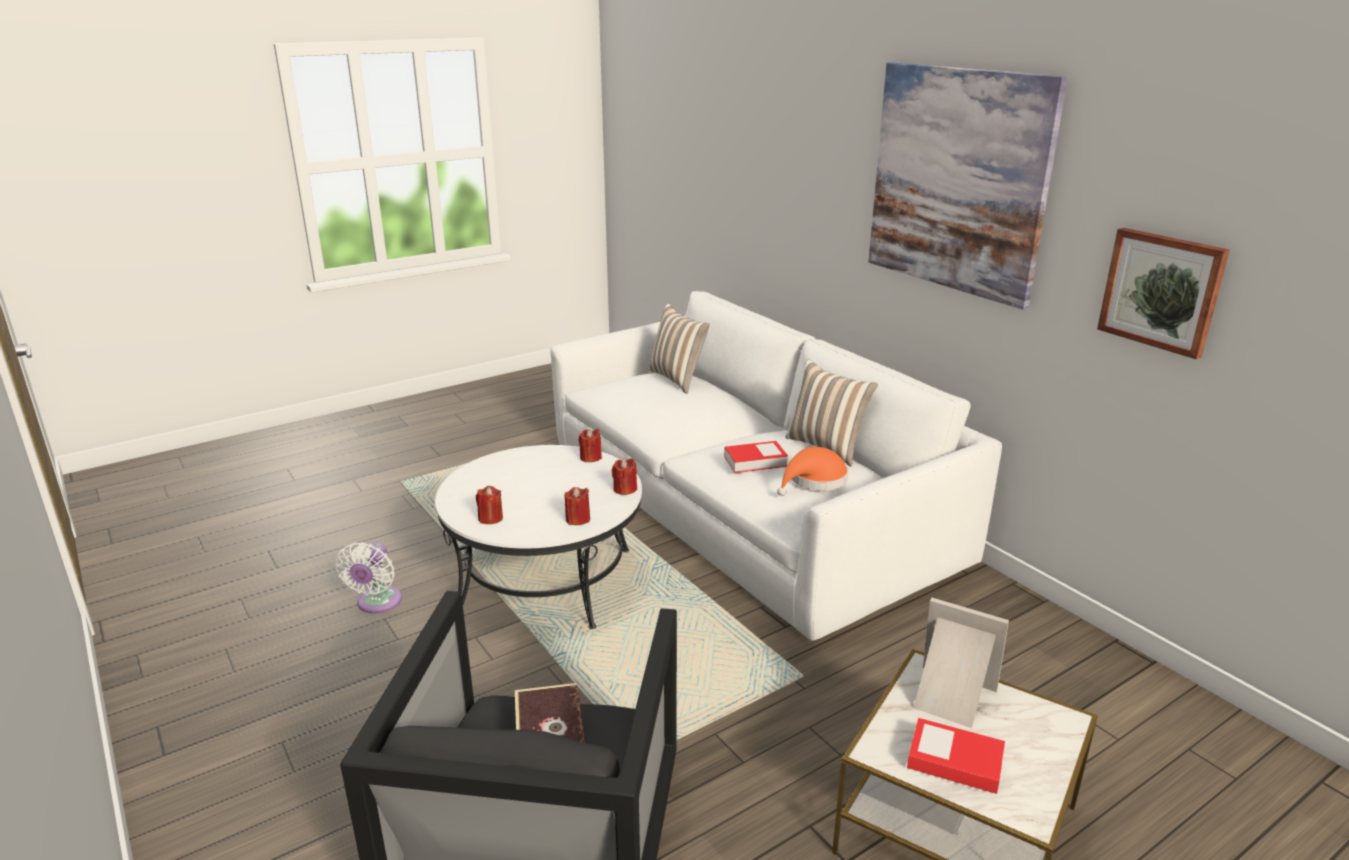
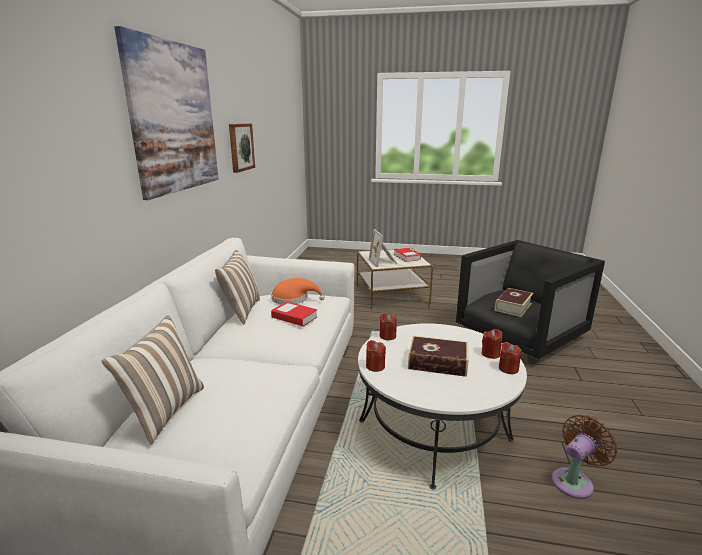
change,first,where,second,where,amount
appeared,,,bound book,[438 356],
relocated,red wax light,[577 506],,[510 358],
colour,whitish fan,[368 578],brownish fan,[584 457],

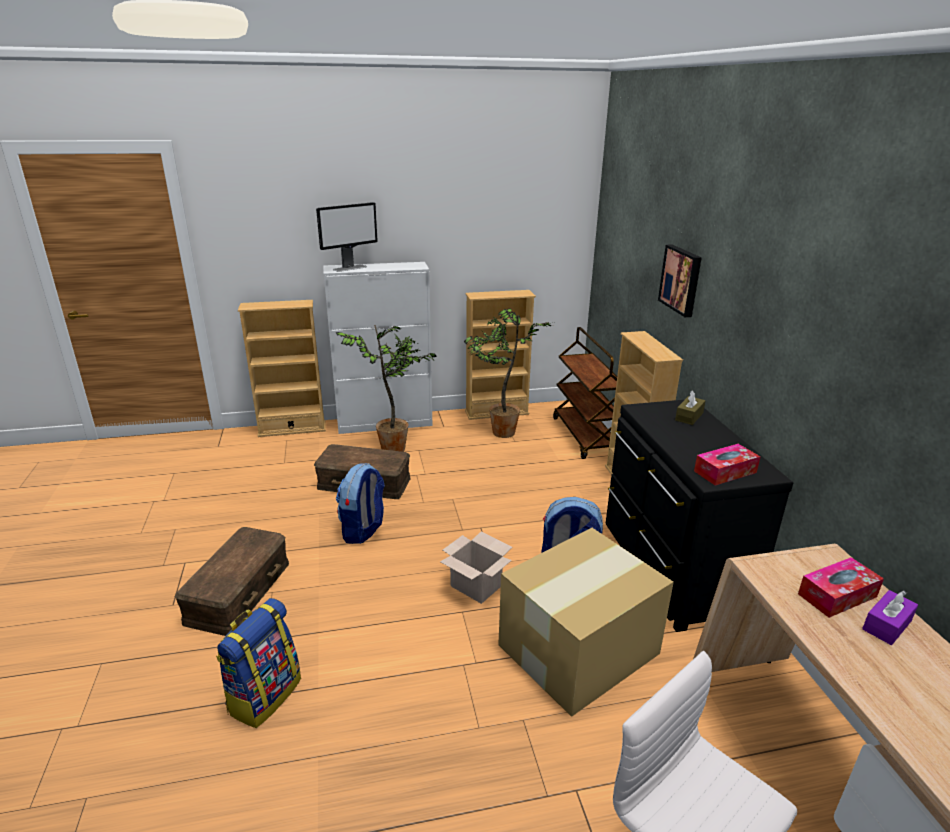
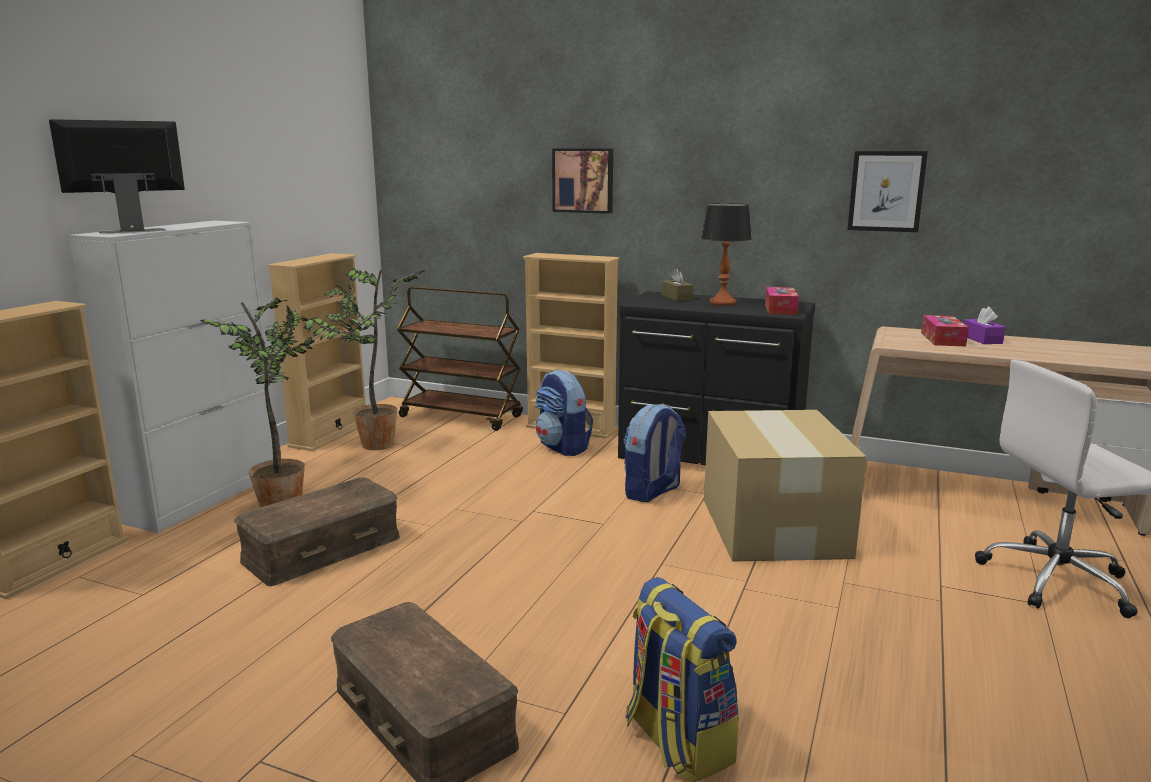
change,first,where,second,where,amount
spun,computer screen,[347 237],,[117 176],120 degrees counterclockwise
relocated,knapsack,[360 503],,[564 413],
appeared,,,table lamp,[726 254],
appeared,,,picture,[887 191],
missing,packing box,[476 567],,,

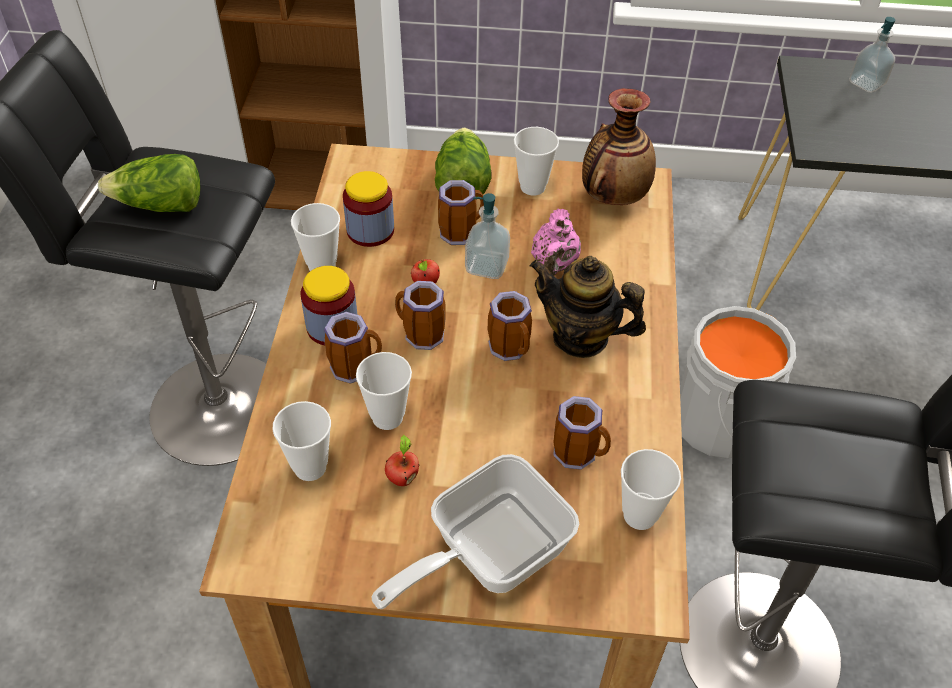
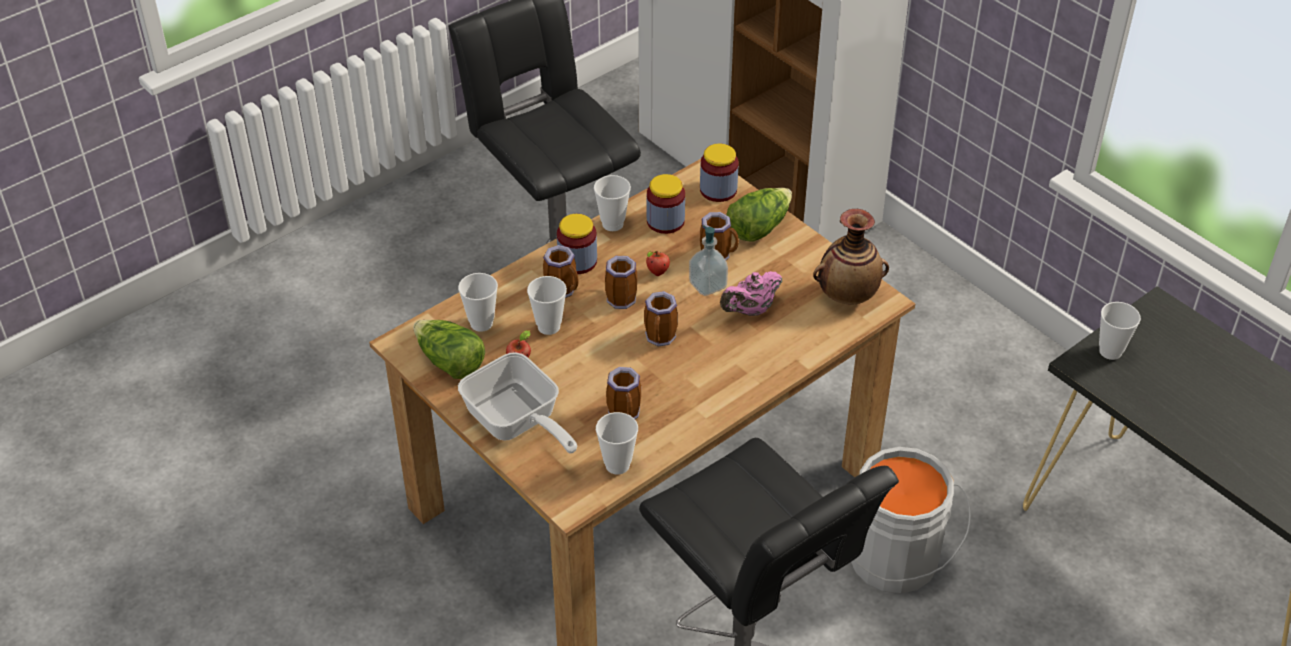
change,first,where,second,where,amount
relocated,lettuce,[149 183],,[449 349],
spun,pan,[475 531],,[517 402],135 degrees counterclockwise
appeared,,,jar,[719 173],
relocated,cup,[536 161],,[1120 331],
missing,teapot,[588 307],,,
missing,liquid soap bottle,[872 55],,,

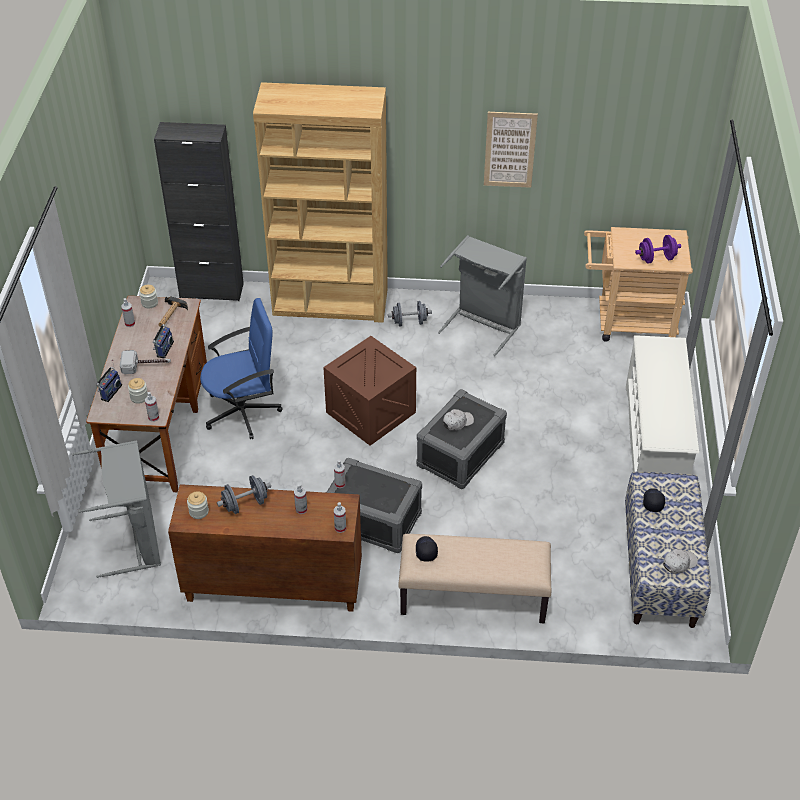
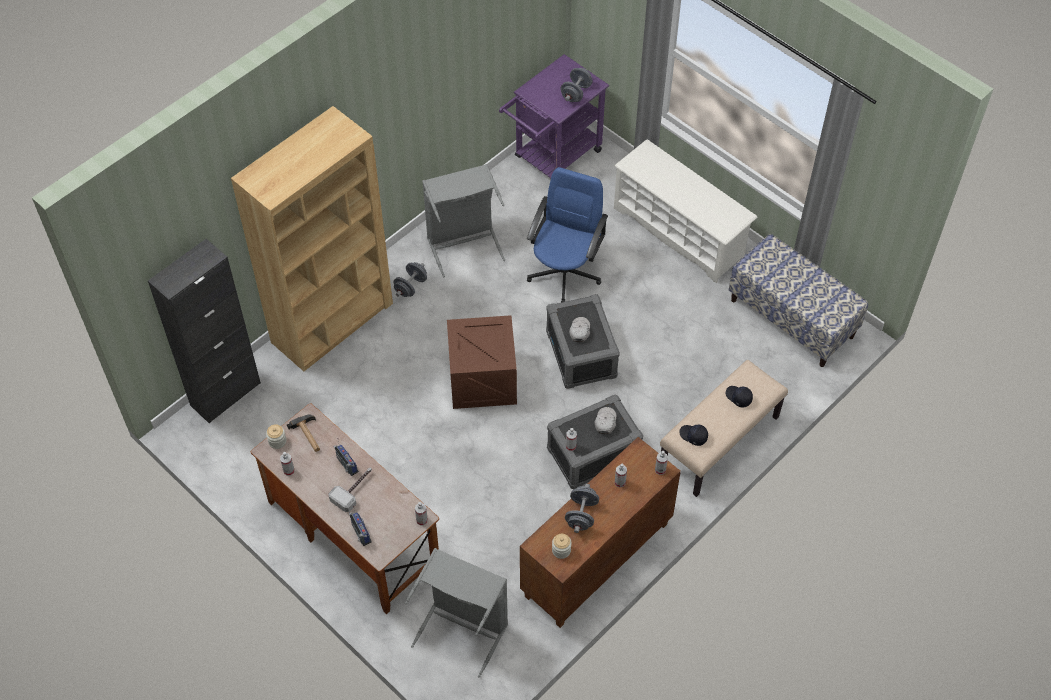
change,first,where,second,where,amount
colour,sand-coloured trolley,[638 284],purplish trolley,[554 116],
relocated,bluish desk chair,[241 368],,[567 235],
colour,purplish dumbbell,[658 249],grey dumbbell,[577 85],
relocated,whitish peaked cap,[680 561],,[605 420],
relocated,black-coloured peaked cap,[654 500],,[739 397],
missing,jar,[138 391],,,
missing,picture,[511 150],,,

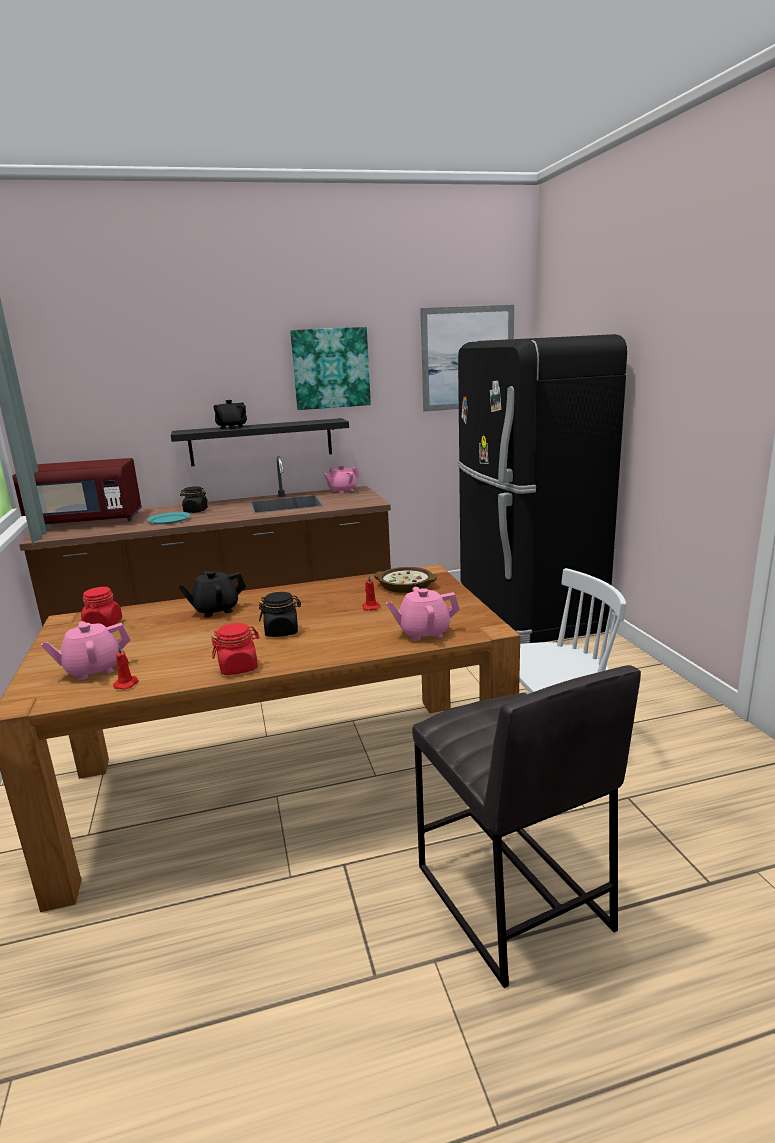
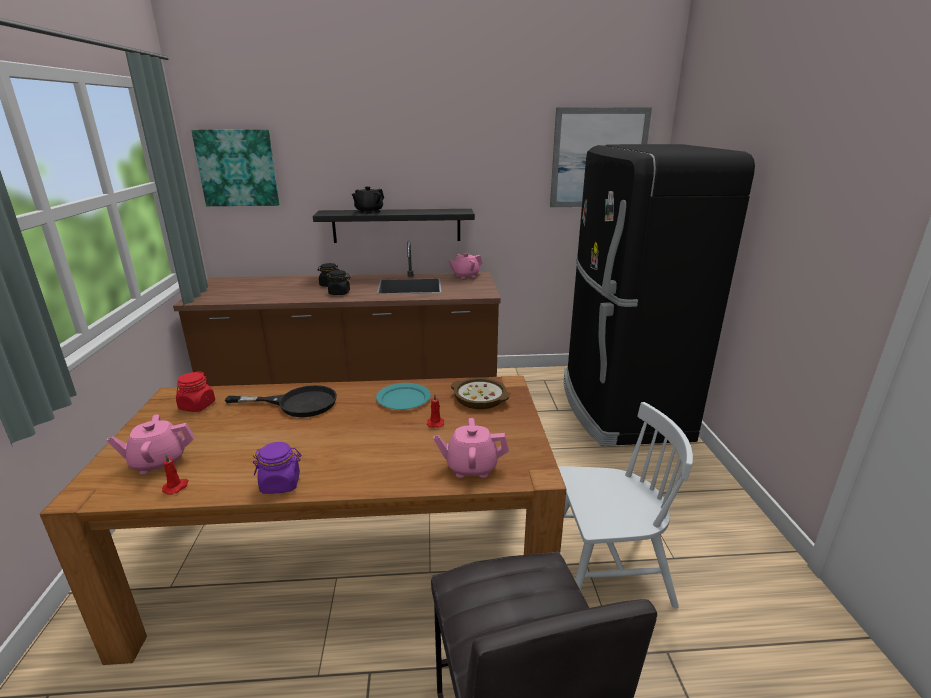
change,first,where,second,where,amount
relocated,picture,[330 368],,[235 167],
exchanged,black-coloured teapot,[212 594],black-coloured pan,[281 401],
colour,red jar,[235 649],purplish jar,[277 468],
relocated,black-coloured jar,[280 614],,[338 282],
relocated,turquoise-coloured plate,[169 518],,[403 396],
missing,red kitchen microwave,[77 491],,,

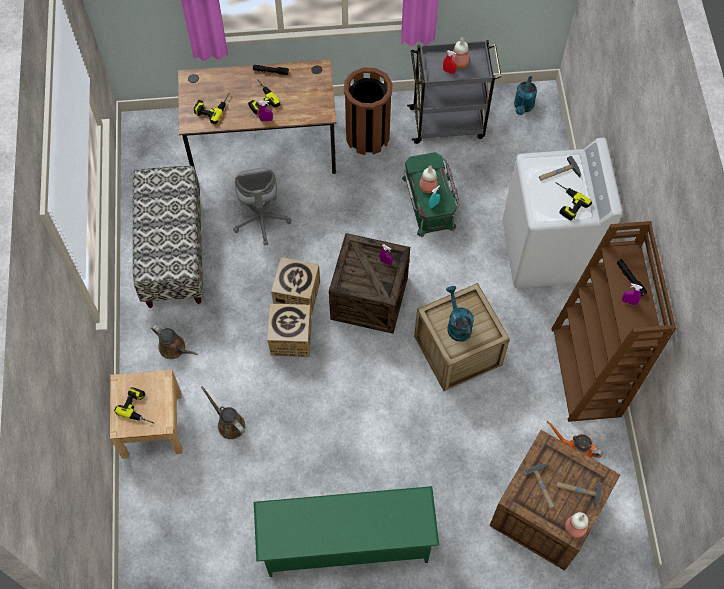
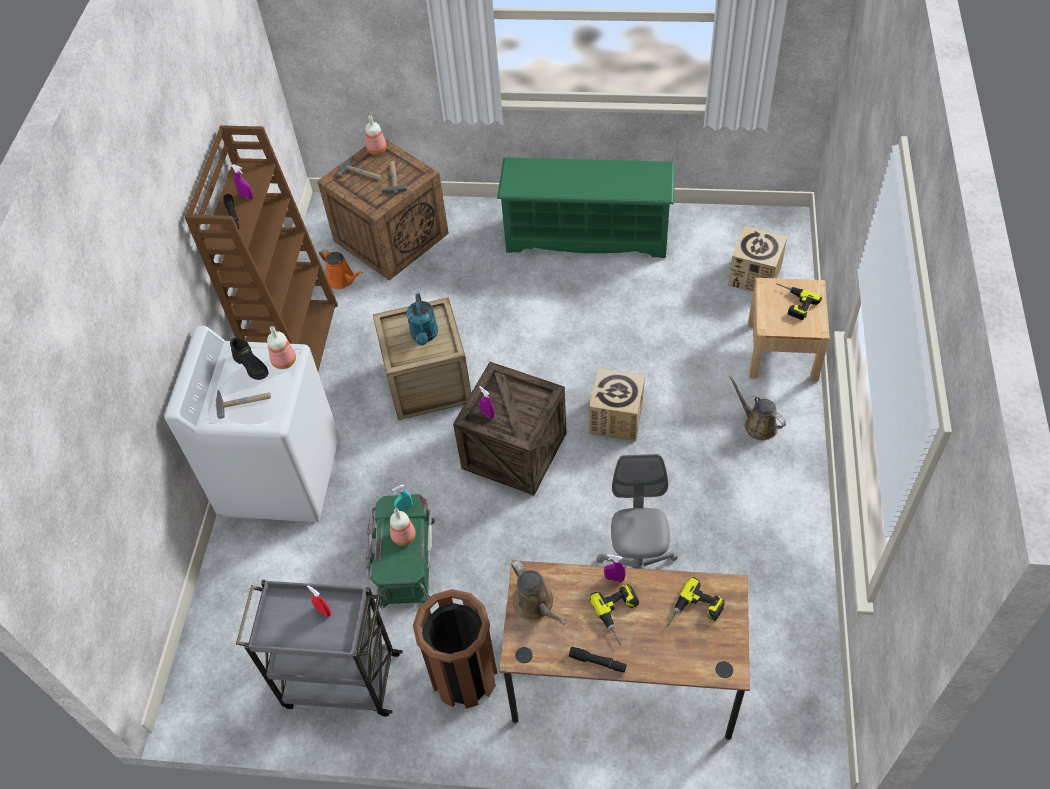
change,first,where,second,where,amount
exchanged,drill,[573 201],black-coloured high-top boot,[249 358],
relocated,beverage bottle,[460 52],,[281 347],
relocated,brownish watering can,[223 412],,[538 592],
relocated,packing box,[295 286],,[758 259],
missing,long seat,[168 237],,,
missing,turquoise-coloured watering can,[525 95],,,

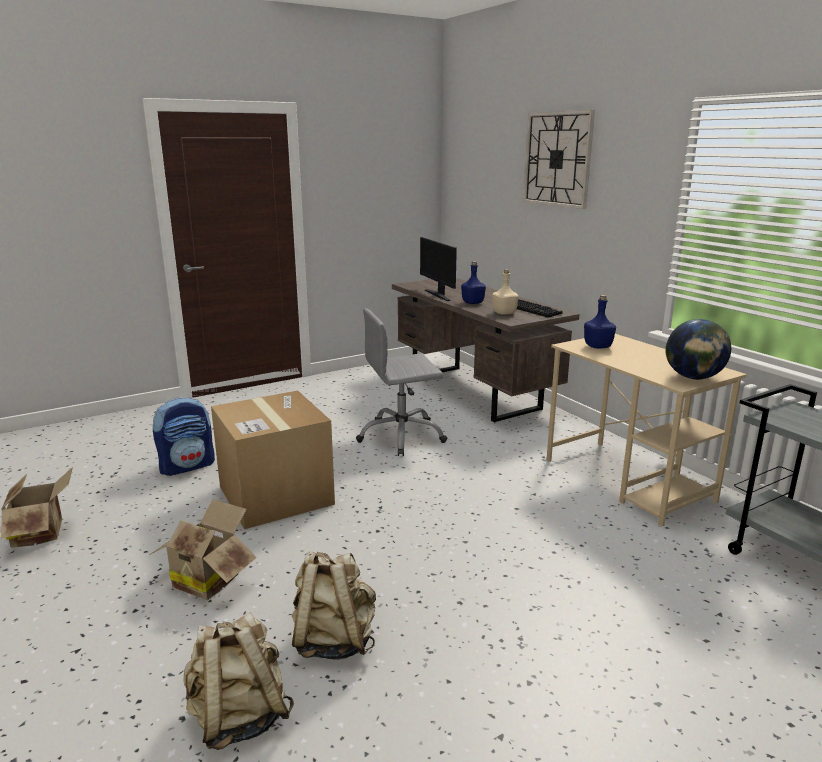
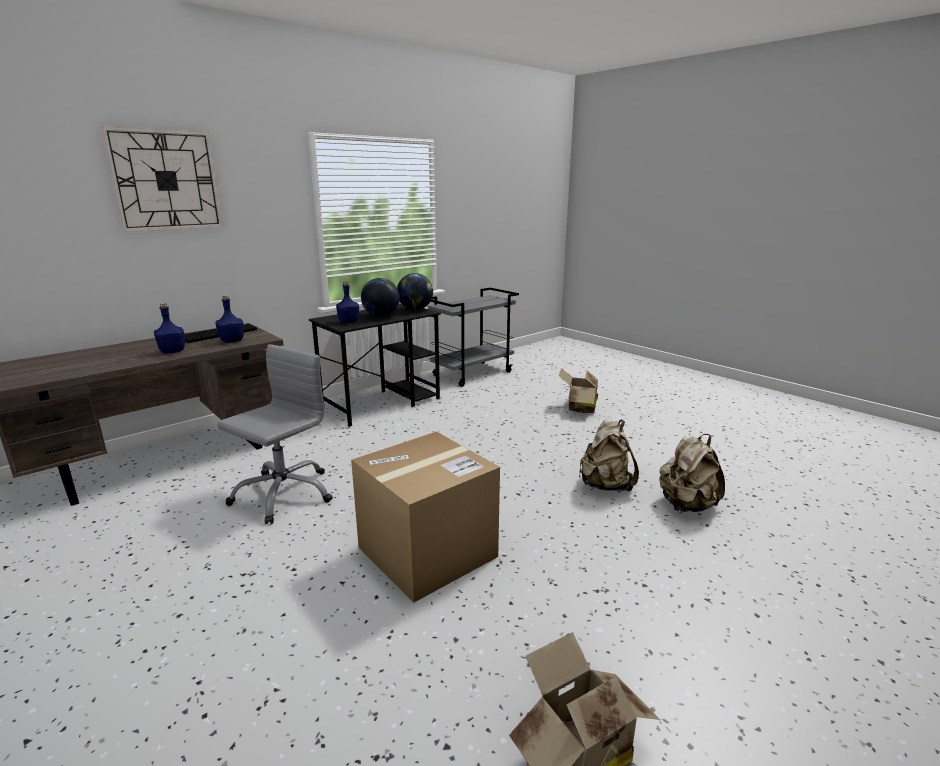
change,first,where,second,where,amount
colour,sand-coloured beverage bottle,[505 292],bluish beverage bottle,[229 319],
spun,grey desk chair,[402 382],,[275 434],120 degrees counterclockwise
colour,sand-coloured desk,[646 430],black-coloured desk,[375 365],
appeared,,,world globe,[380 297],
relocated,packing box,[202 549],,[578 390],
missing,knapsack,[184 436],,,
missing,computer screen,[438 269],,,

